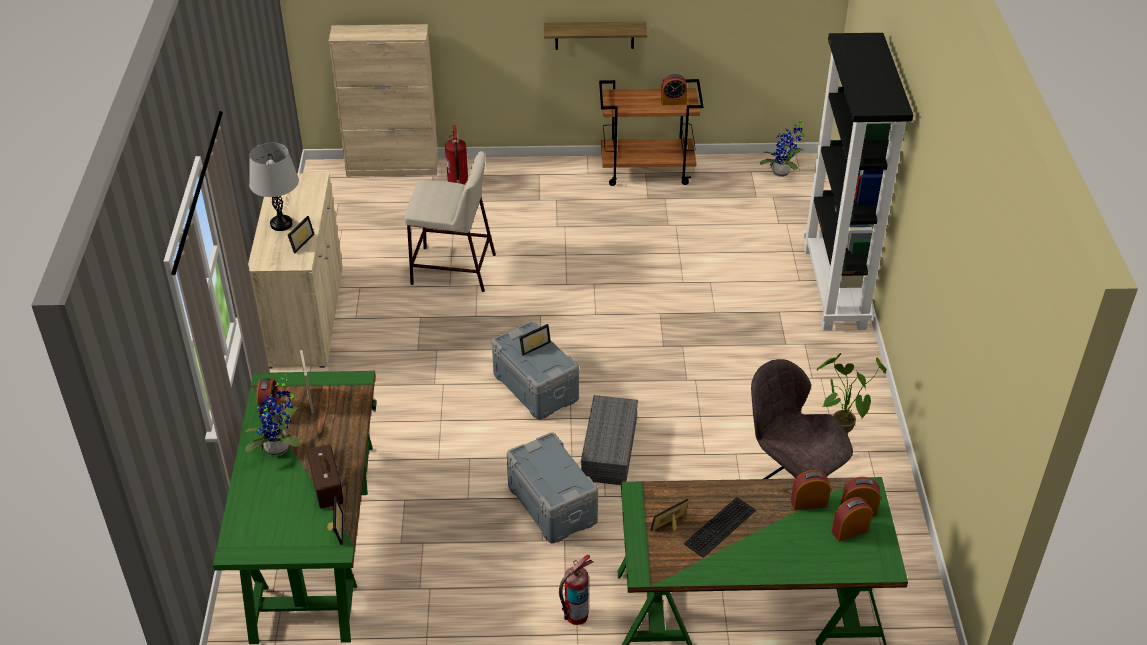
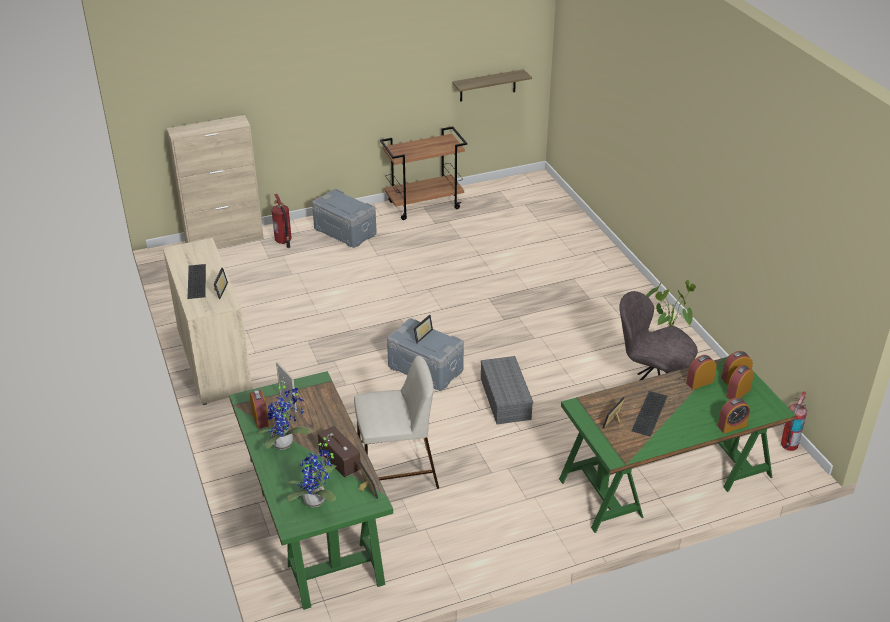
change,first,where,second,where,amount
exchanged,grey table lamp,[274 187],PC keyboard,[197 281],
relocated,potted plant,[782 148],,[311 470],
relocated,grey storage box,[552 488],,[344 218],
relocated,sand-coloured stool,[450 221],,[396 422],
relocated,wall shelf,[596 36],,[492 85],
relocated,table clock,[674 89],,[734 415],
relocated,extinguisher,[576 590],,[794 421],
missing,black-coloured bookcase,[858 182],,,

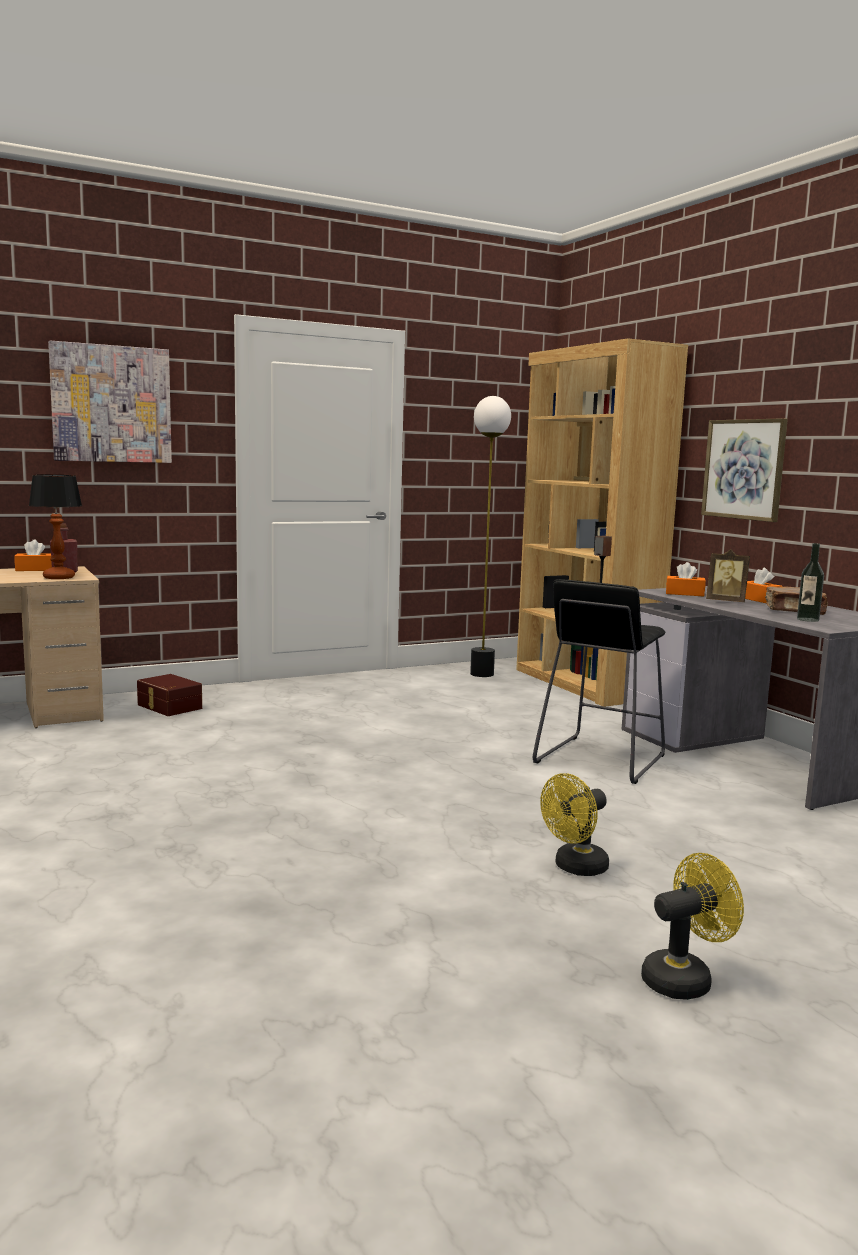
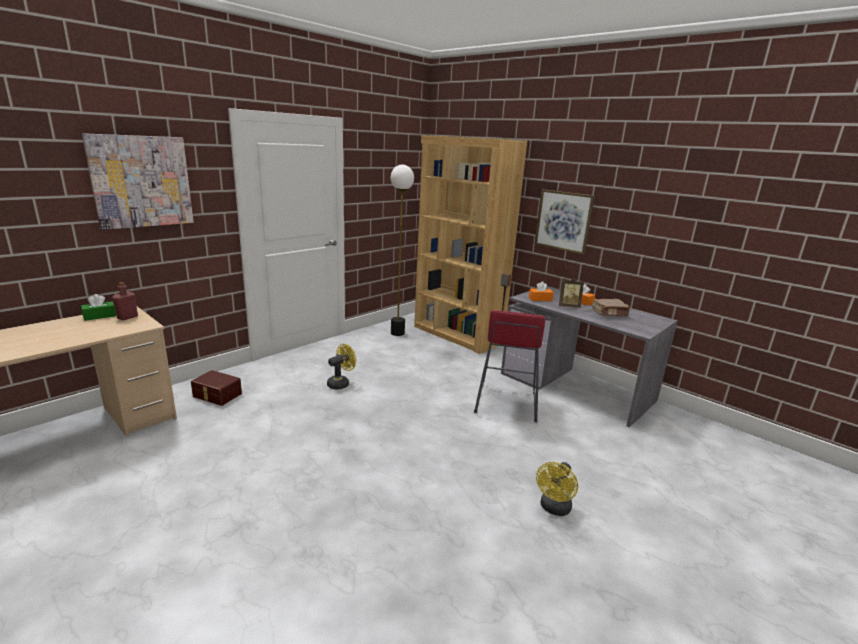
change,first,where,second,where,amount
colour,orange tissue box,[33 555],green-coloured tissue box,[98 307],
relocated,yellowish fan,[692 926],,[341 367],
colour,black-coloured stool,[599 681],red stool,[509 366],
missing,table lamp,[55 527],,,
missing,beverage bottle,[810 582],,,

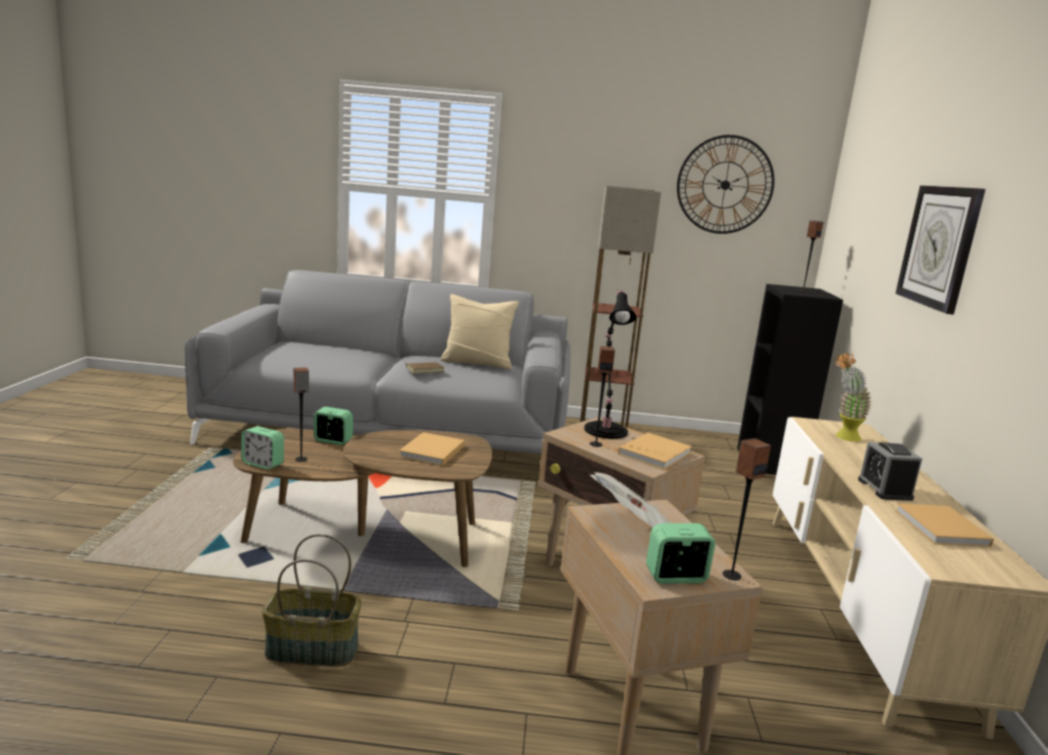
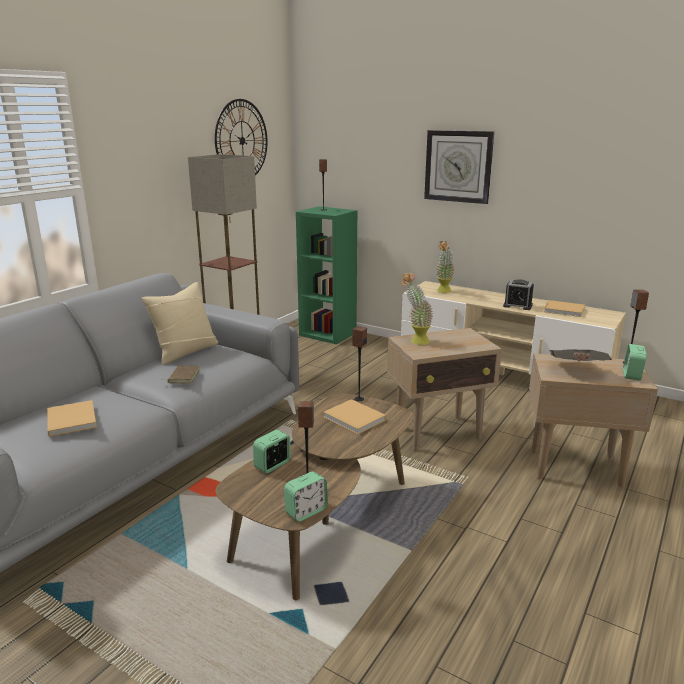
change,first,where,second,where,amount
relocated,sand-coloured bound book,[655 451],,[72 418],
colour,black-coloured bookcase,[790 379],green-coloured bookcase,[326 275],
relocated,speaker,[602 396],,[359 363],
exchanged,black-coloured table lamp,[610 364],potted plant,[417 308],
missing,basket,[311 600],,,

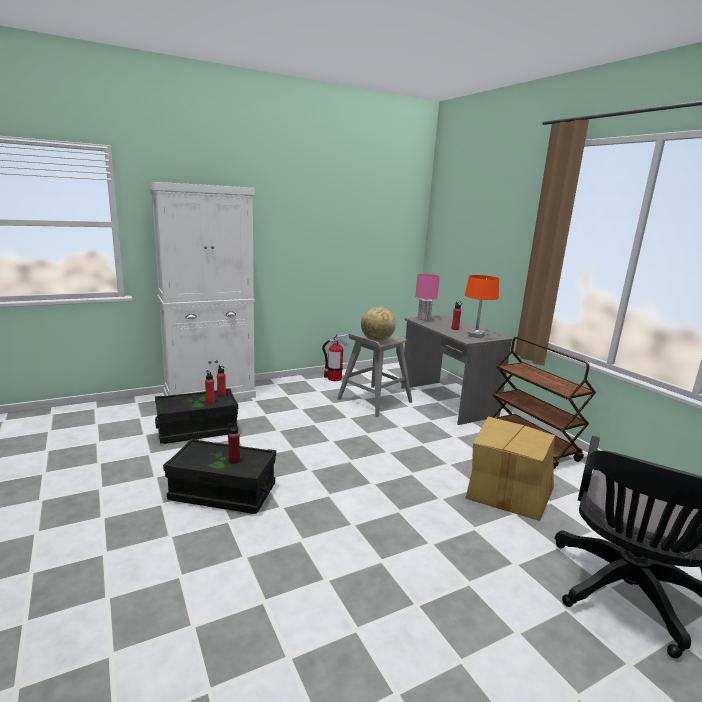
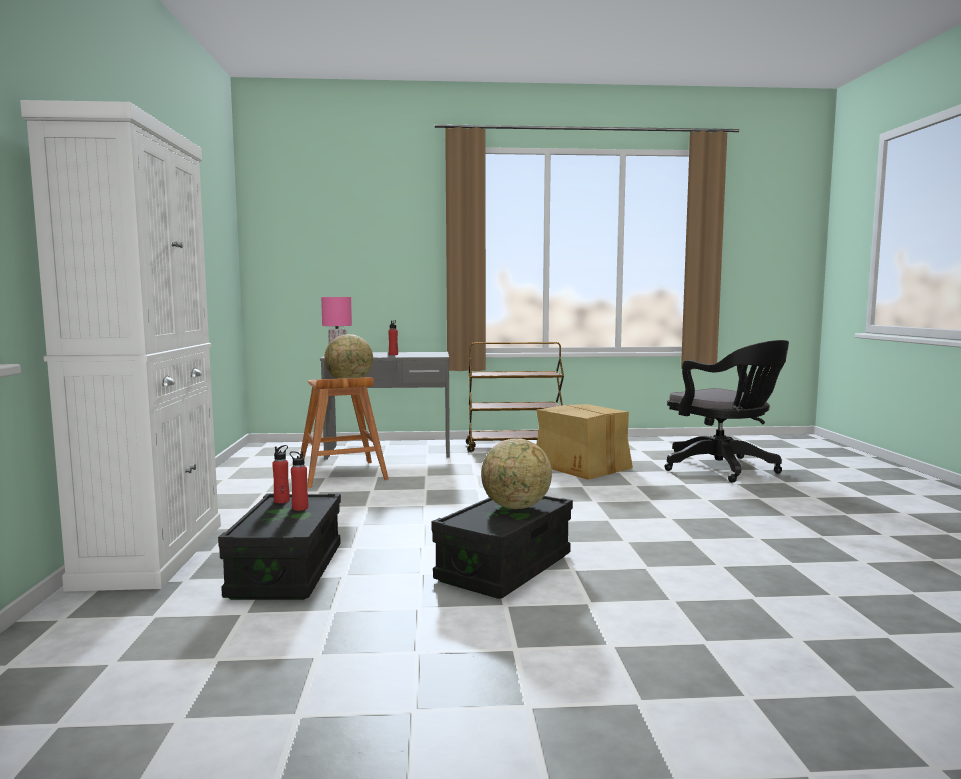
change,first,where,second,where,amount
colour,grey stool,[374 375],brownish stool,[344 432],
exchanged,red beverage bottle,[233 443],world globe,[516 473],
missing,extinguisher,[335 357],,,
missing,orange table lamp,[482 306],,,

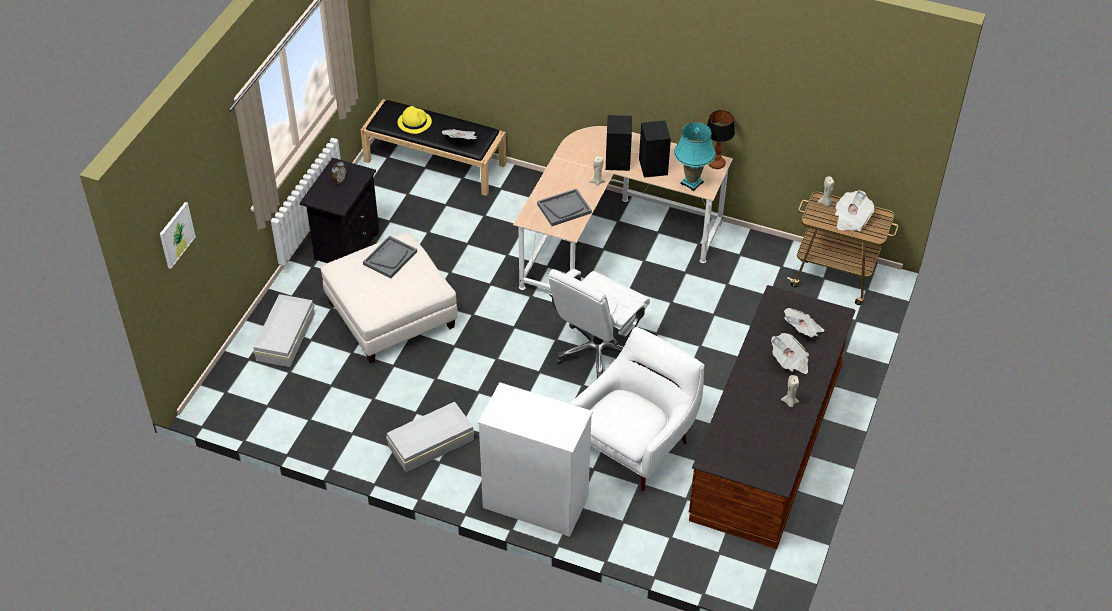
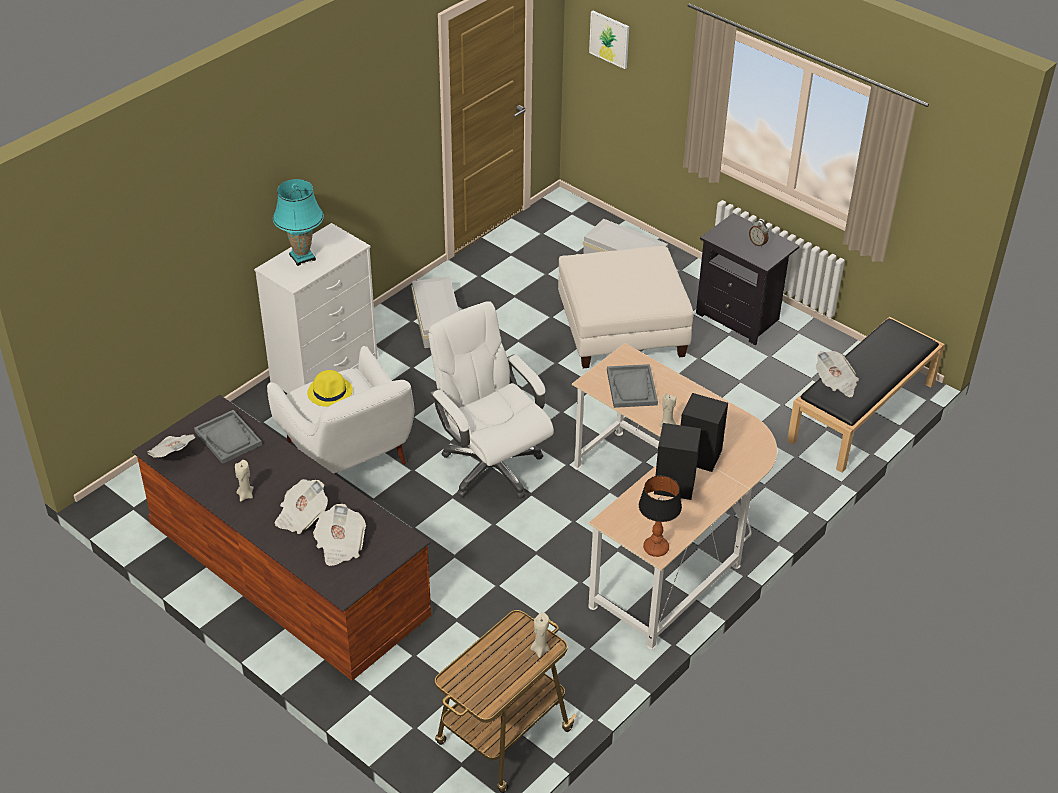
change,first,where,second,where,amount
relocated,daily paper,[854 210],,[171 446],
relocated,grey tray,[390 257],,[228 437],
relocated,turquoise-coloured table lamp,[695 156],,[298 222],
relocated,yellowish clothing hat,[414 120],,[330 388],

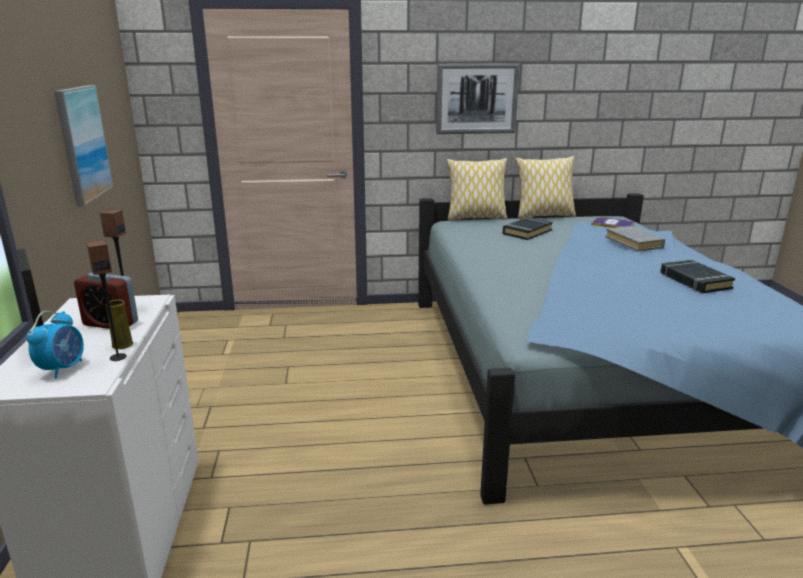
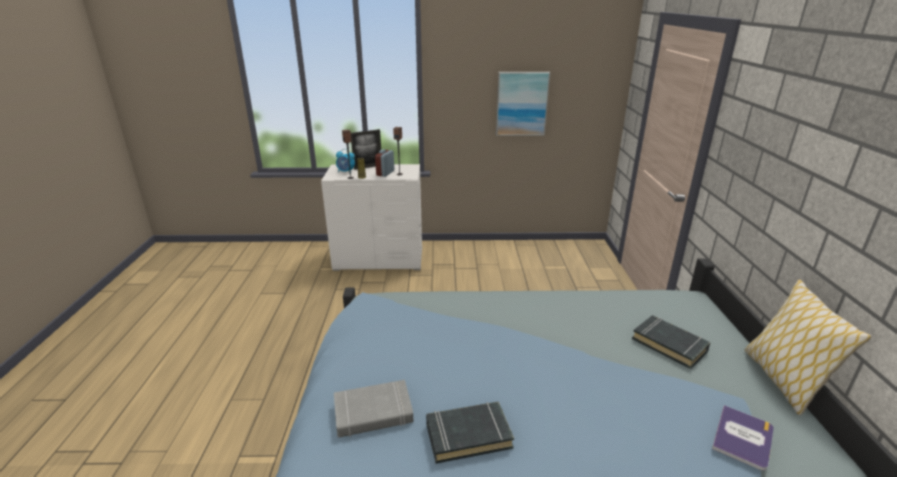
change,first,where,second,where,amount
relocated,grey bound book,[635 239],,[374 409],
missing,picture,[478 98],,,
missing,throw pillow,[477 189],,,

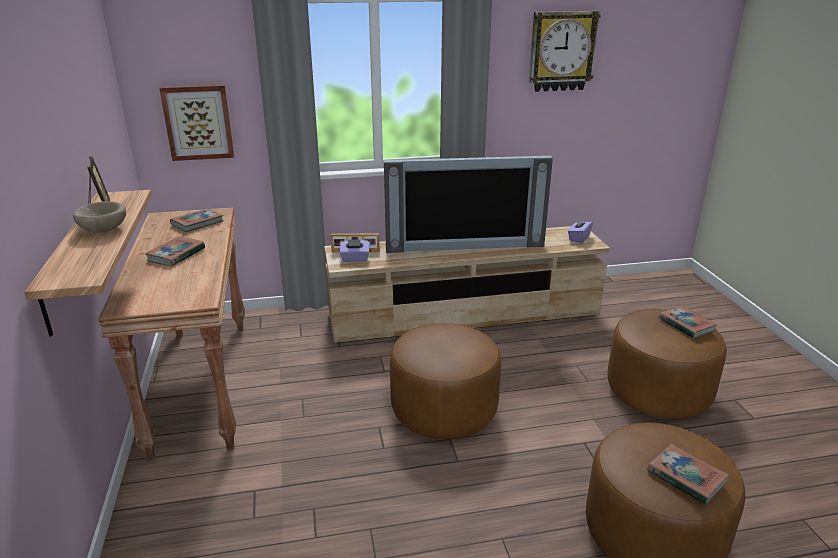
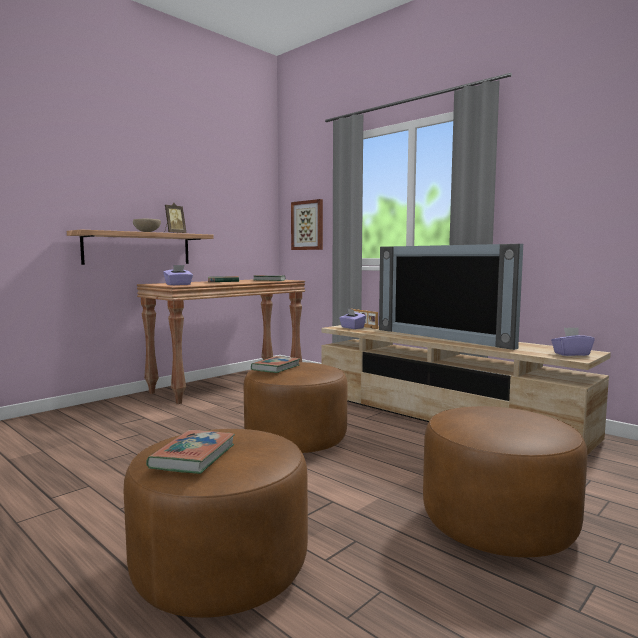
change,first,where,second,where,amount
appeared,,,purplish tissue box,[178 275],
relocated,bound book,[688 322],,[275 364],
missing,hanging clock,[565 51],,,

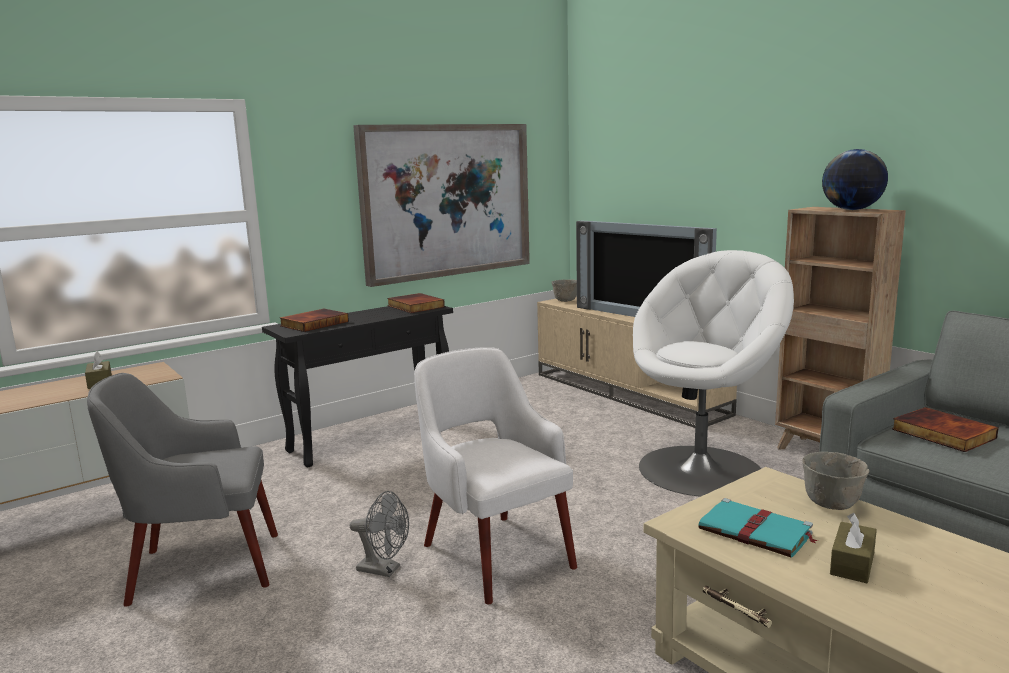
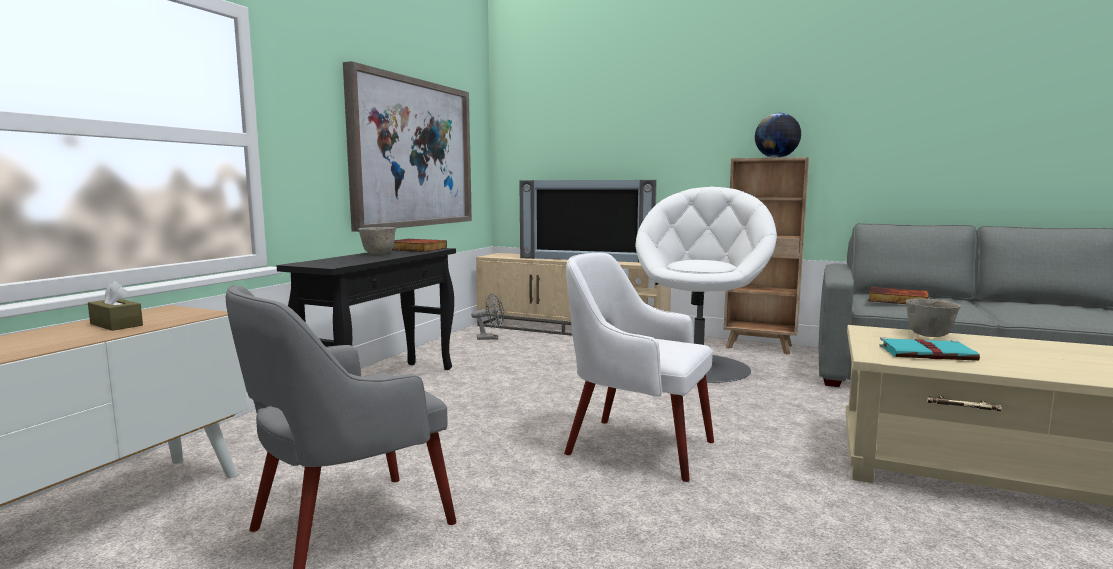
change,first,where,second,where,amount
relocated,grey serving bowl,[564 290],,[377 240],
relocated,grey fan,[379 534],,[487 316],
missing,bound book,[314 320],,,
missing,brownish tissue box,[853 548],,,

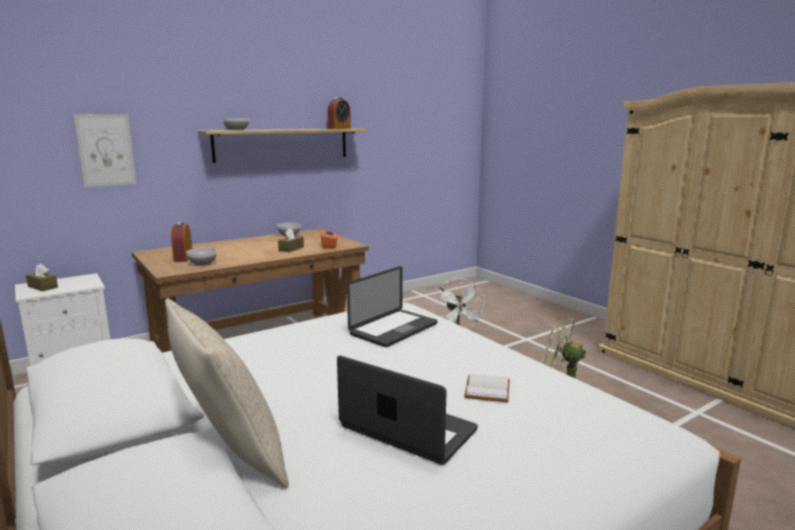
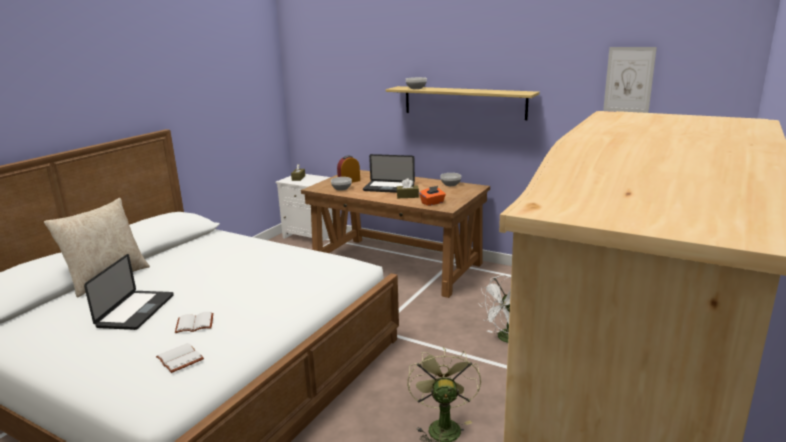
change,first,where,second,where,amount
appeared,,,whitish bound book,[180 358],
relocated,portable computer,[392 306],,[389 173],
relocated,picture,[105 150],,[630 80],
missing,table clock,[339 113],,,

